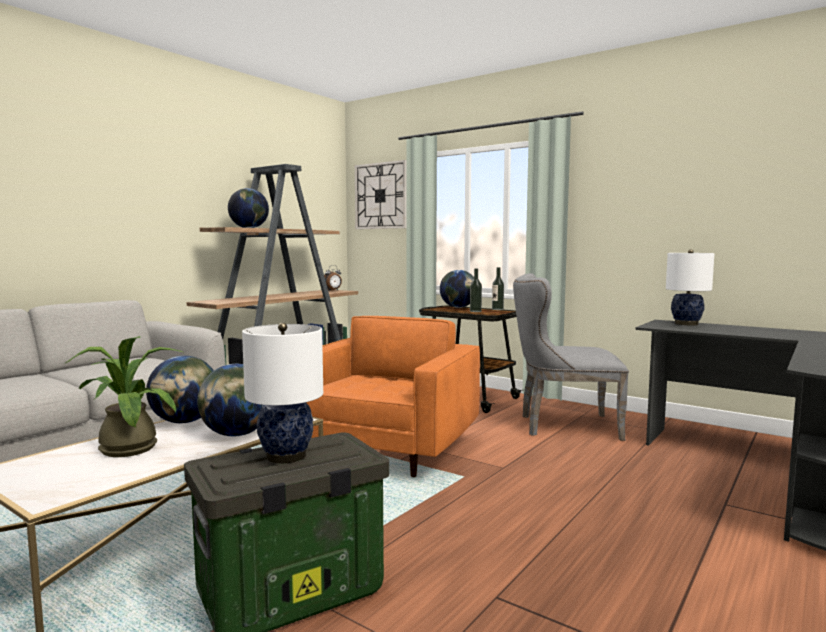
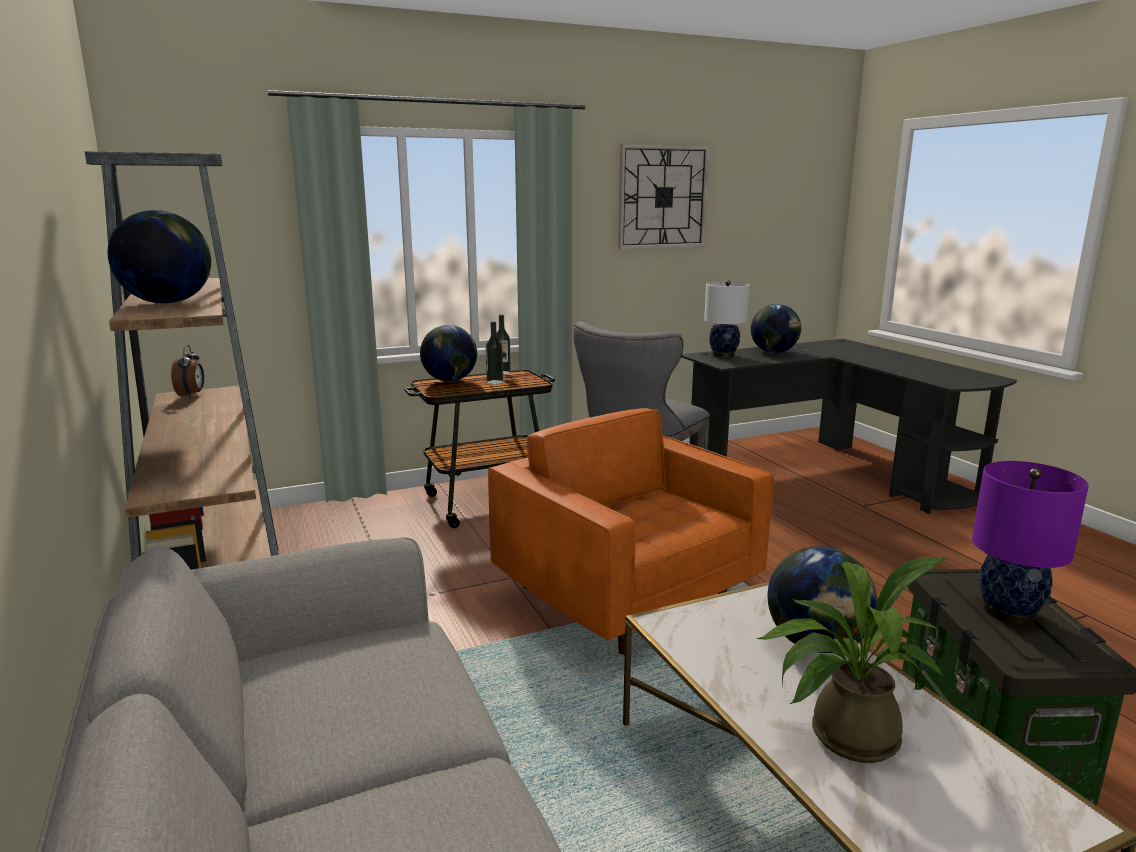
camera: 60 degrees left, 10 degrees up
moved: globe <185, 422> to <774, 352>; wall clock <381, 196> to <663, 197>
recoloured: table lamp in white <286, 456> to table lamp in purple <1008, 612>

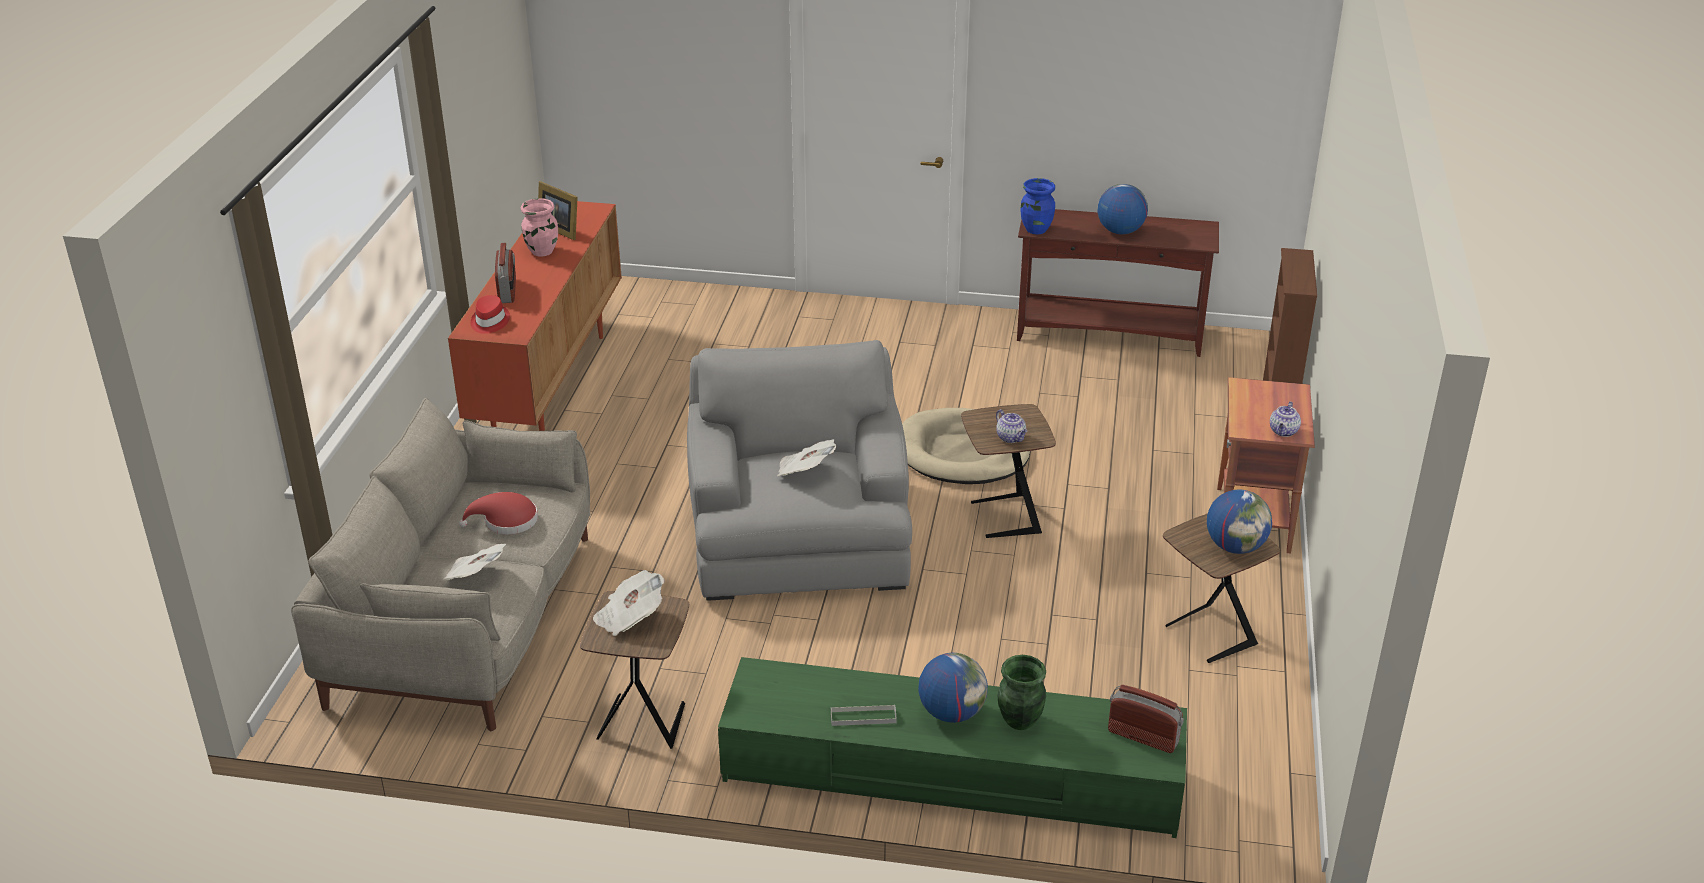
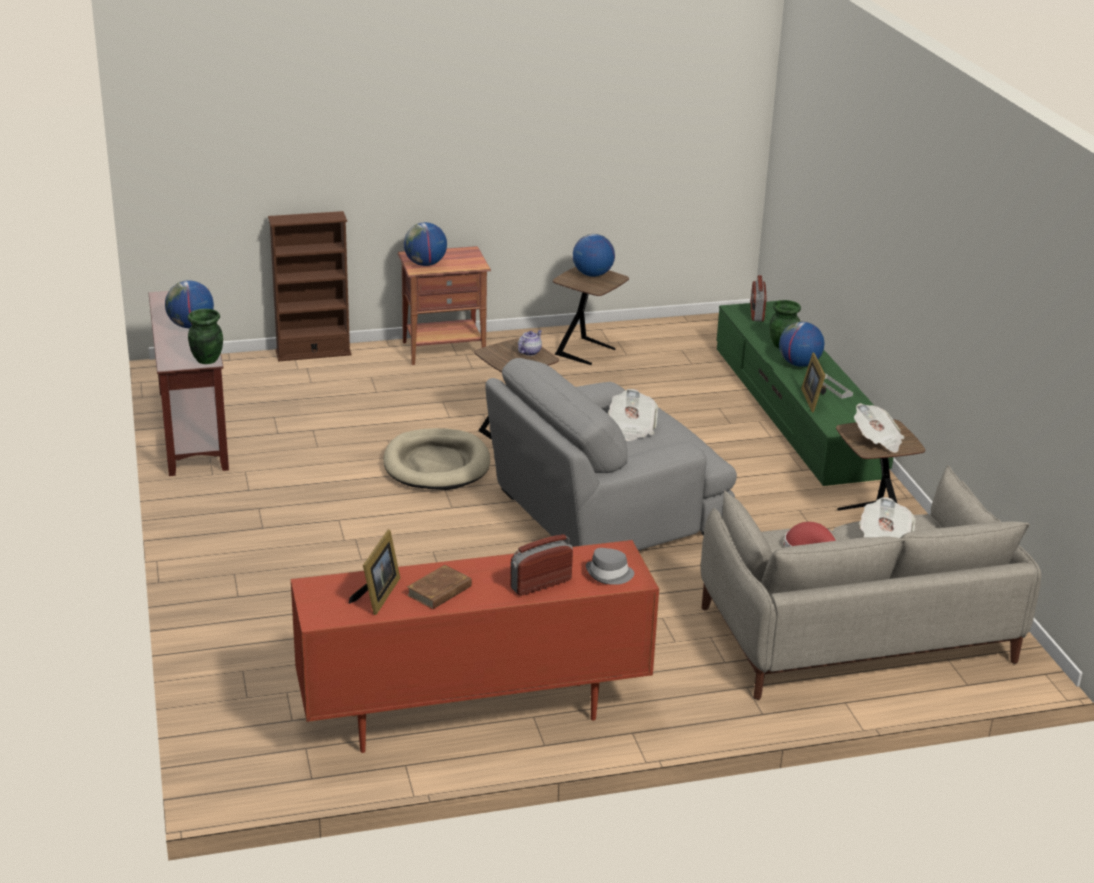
camera: 115 degrees left, 5 degrees down
removed: teapot <1283, 432>
added: globe <425, 264>; picture frame <813, 399>
replaced: vase in pink <541, 251> to book in brown <440, 591>
recoloured: hat in red <489, 322> to hat in grey <609, 574>; vase in blue <1036, 229> to vase in green <206, 360>

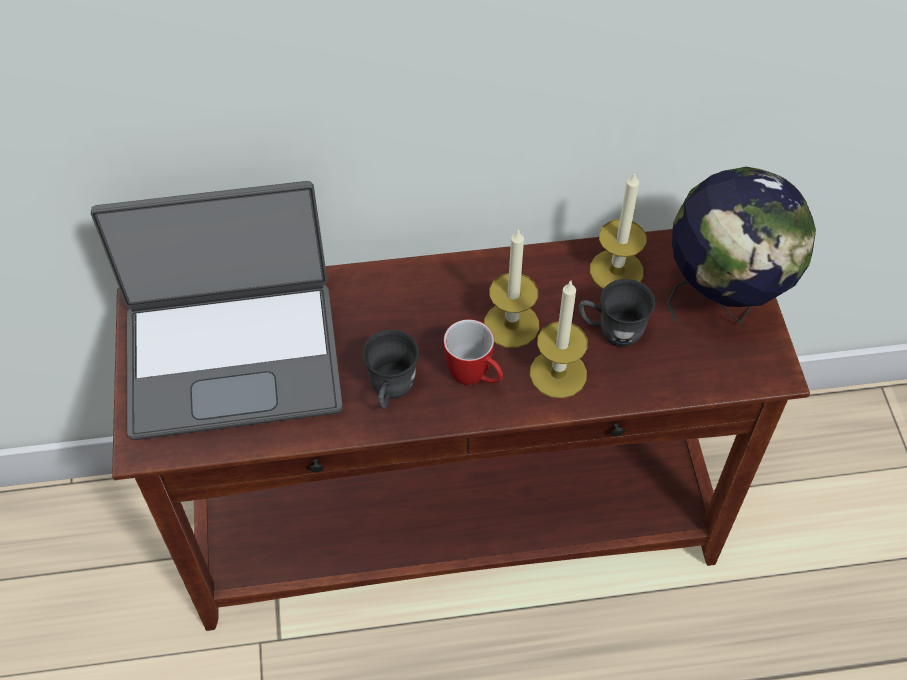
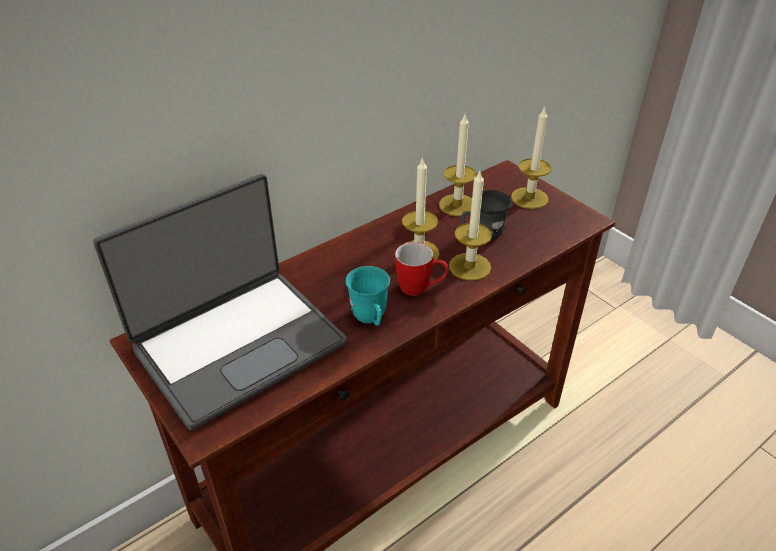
camera: 30 degrees left, 15 degrees down
replaced: globe <722, 301> to candle <529, 198>
recoloured: mug in grey <390, 392> to mug in turquoise <371, 319>

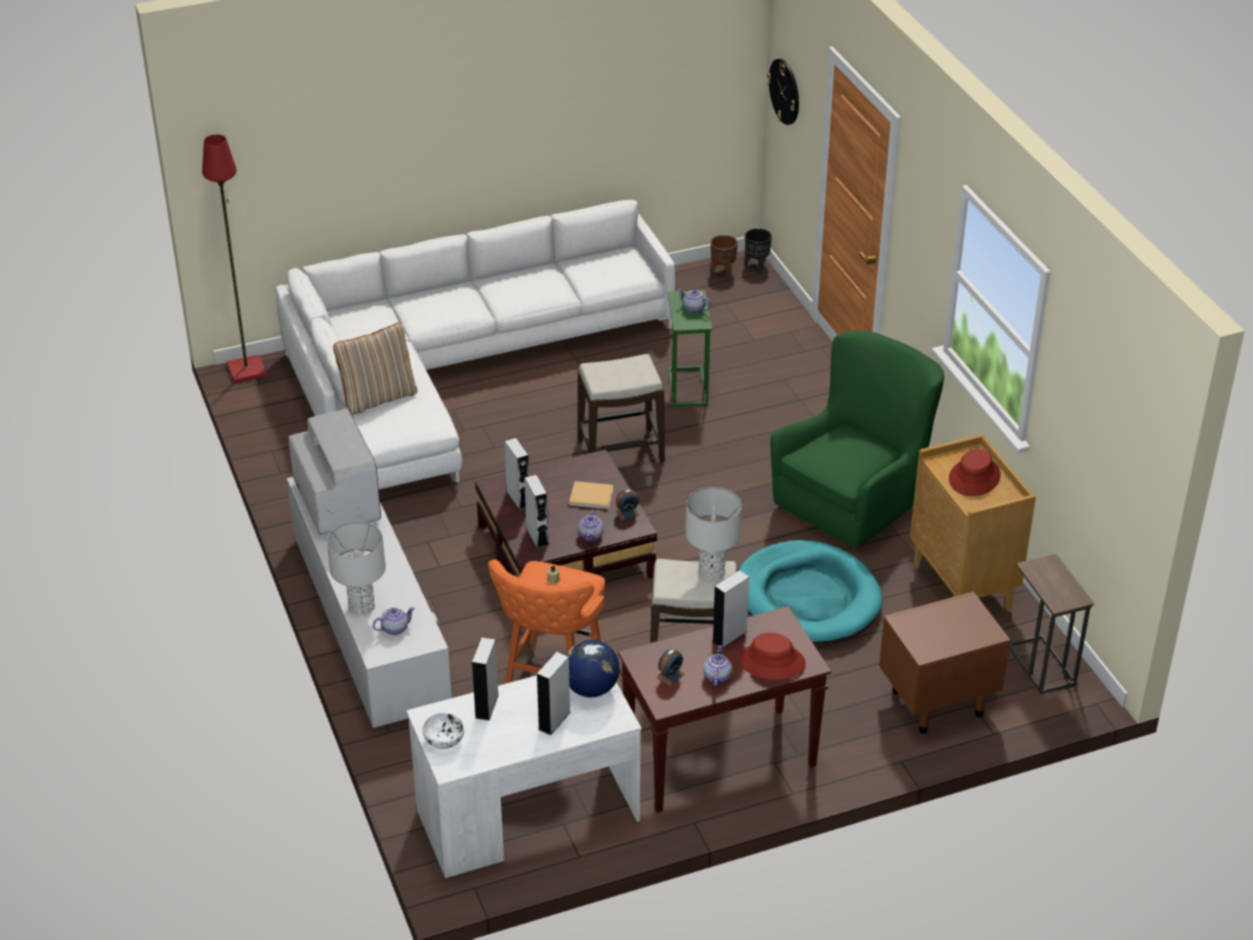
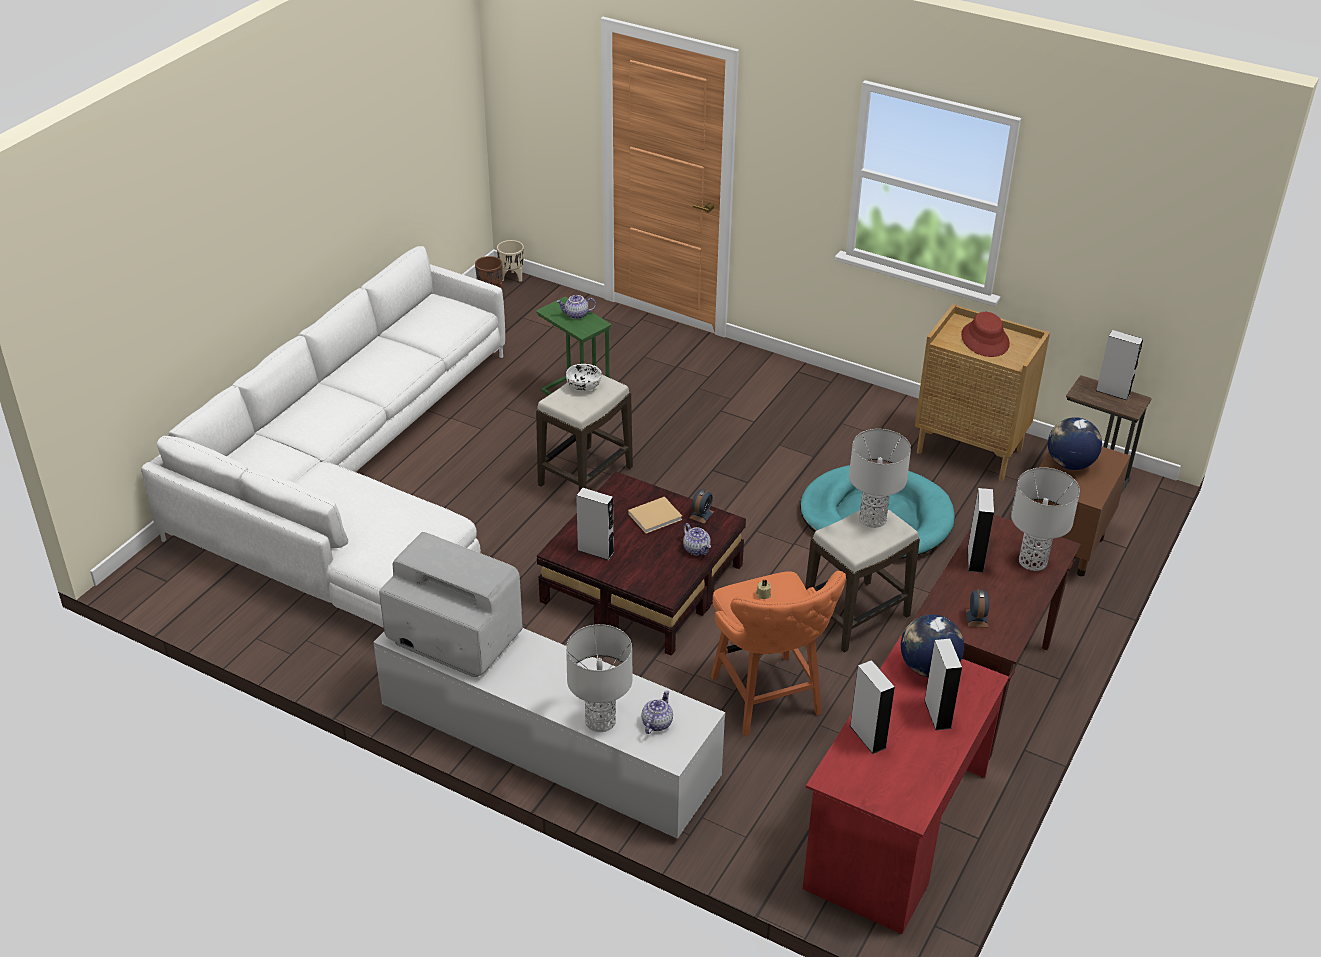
camera: 40 degrees left, 0 degrees up
removed: floor lamp in red <247, 370>; pillow in beige <378, 397>; teapot <716, 676>; wall clock <785, 91>; armchair in green <854, 500>
added: globe <1069, 464>
moved: bowl in white <444, 739> to <584, 385>; speaker in grey <537, 537> to <1113, 392>
replaced: hat in red <772, 662> to table lamp in white <1032, 562>
recoloured: desk in white <527, 815> to desk in red <896, 831>; planter in black <757, 265> to planter in beige <512, 277>

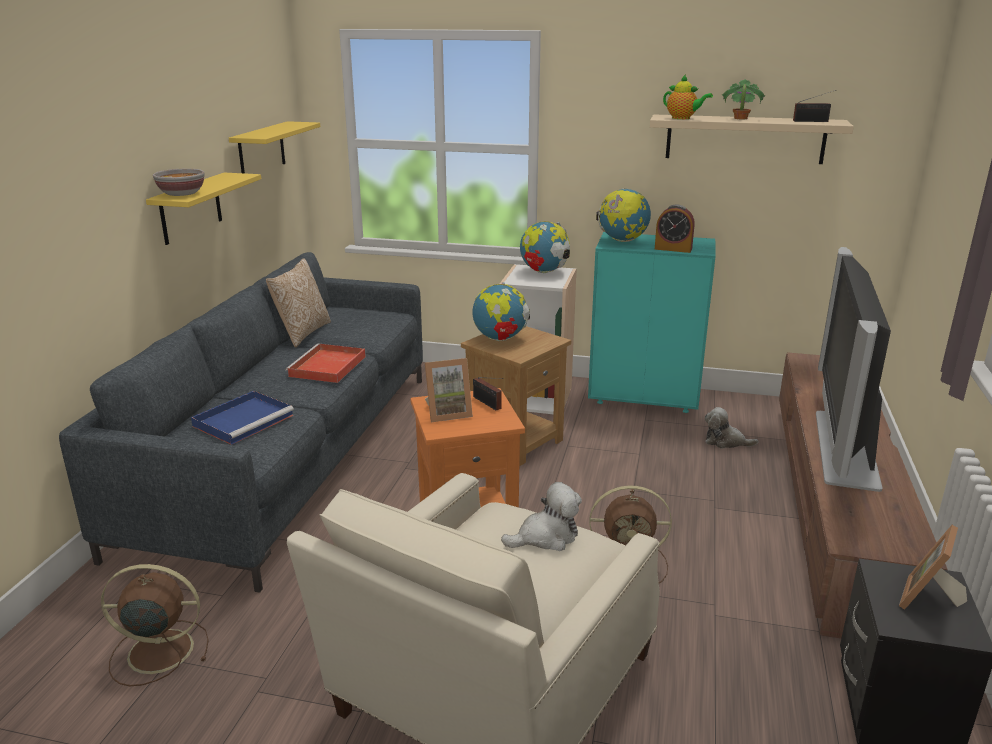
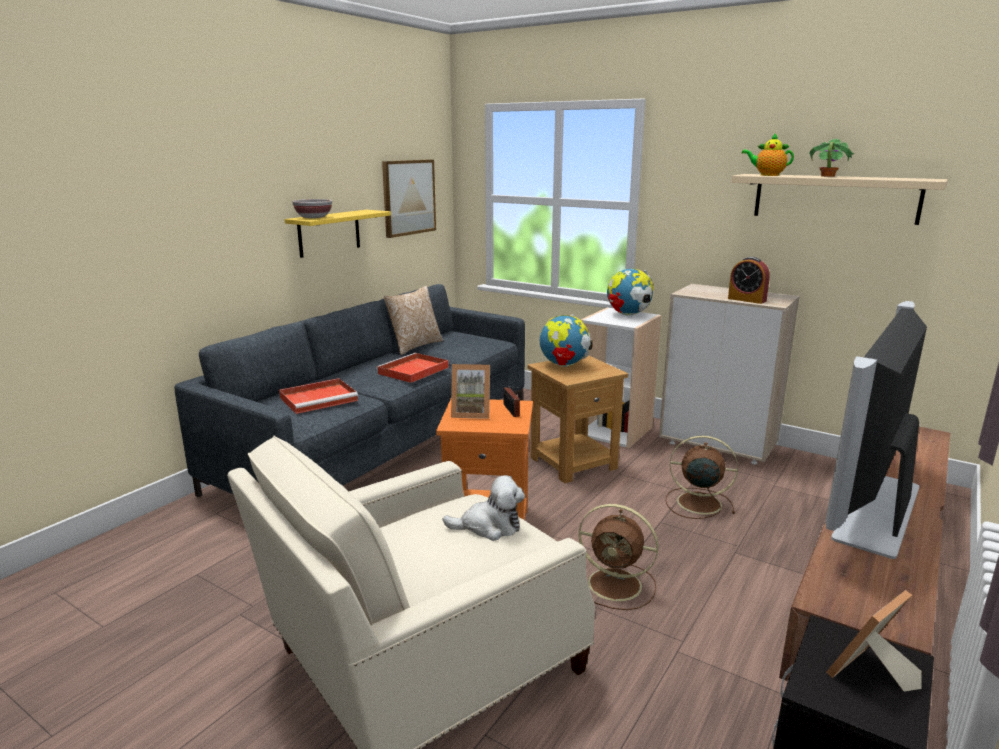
camera: 20 degrees right, 5 degrees down
removed: globe <622, 241>; plush toy <725, 442>; radio <812, 121>
moved: fan in brown <157, 651> to <697, 503>
replaced: shelf in yellow <261, 150> to picture <408, 197>
recoloured: tray in blue <244, 420> to tray in red <320, 398>; cabinet in turquoise <645, 398> to cabinet in beige <719, 446>
turned: teapot <683, 118> = <767, 175> 150 degrees clockwise

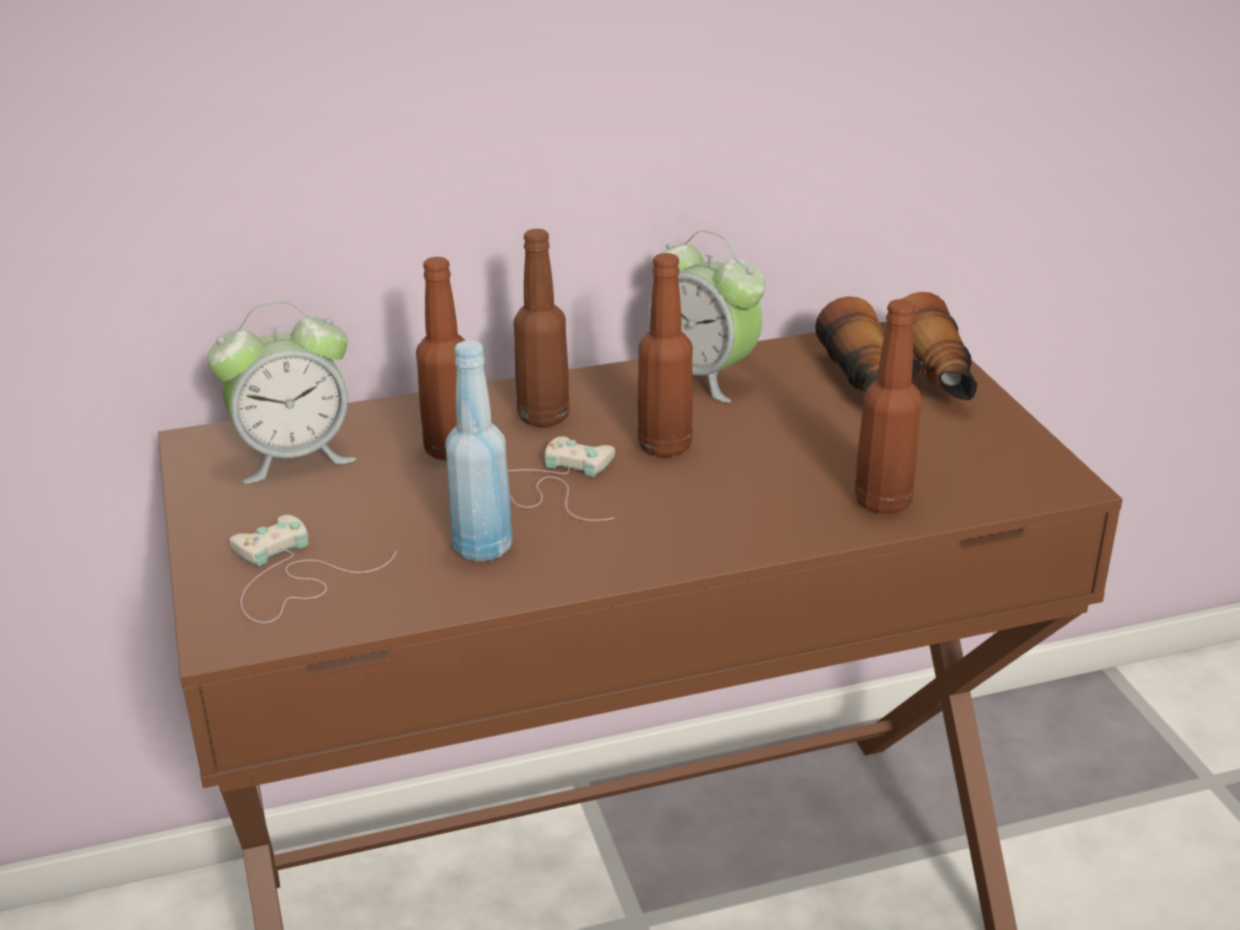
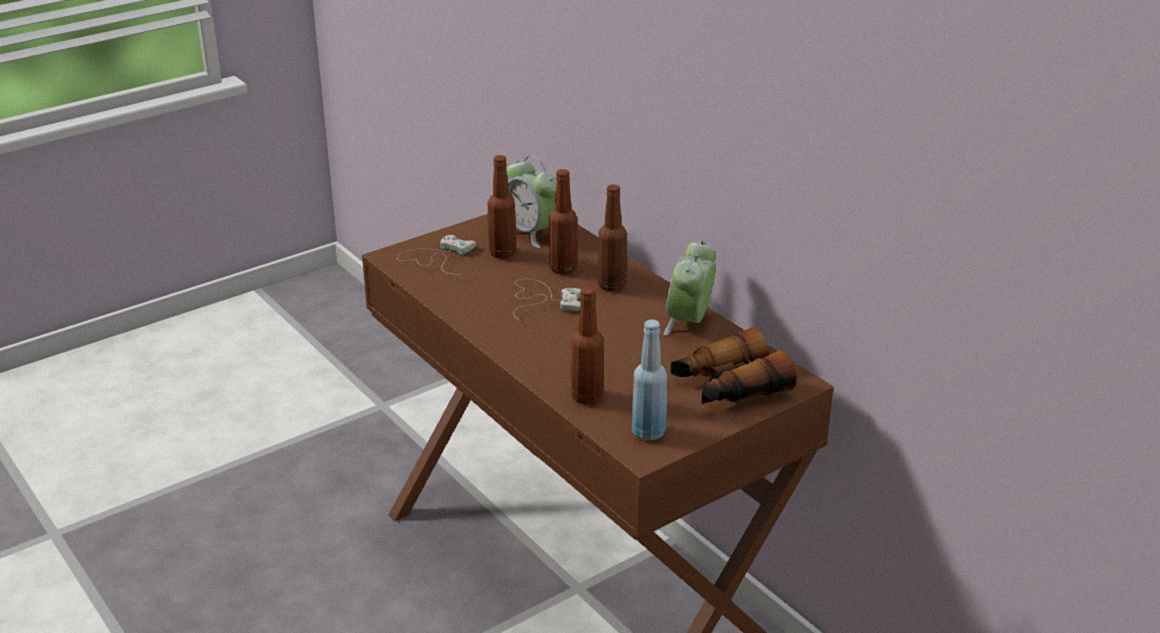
camera: 70 degrees right, 0 degrees up
moved: bottle in blue <483, 547> to <648, 432>; bottle in brown <665, 446> to <502, 253>

